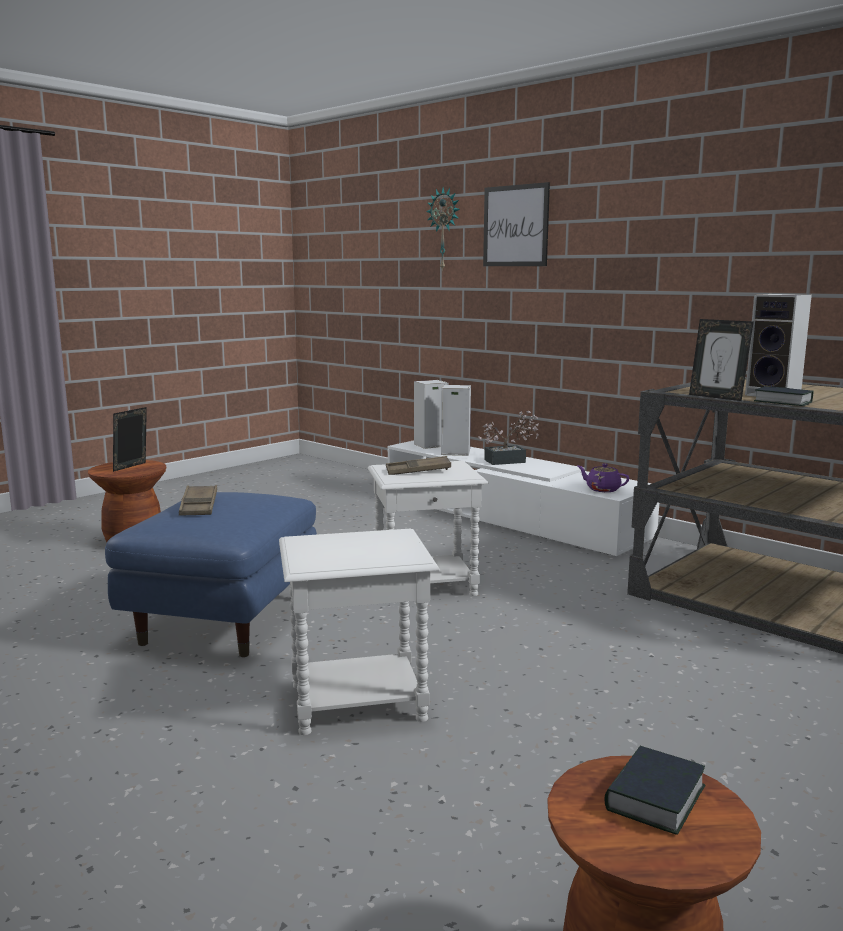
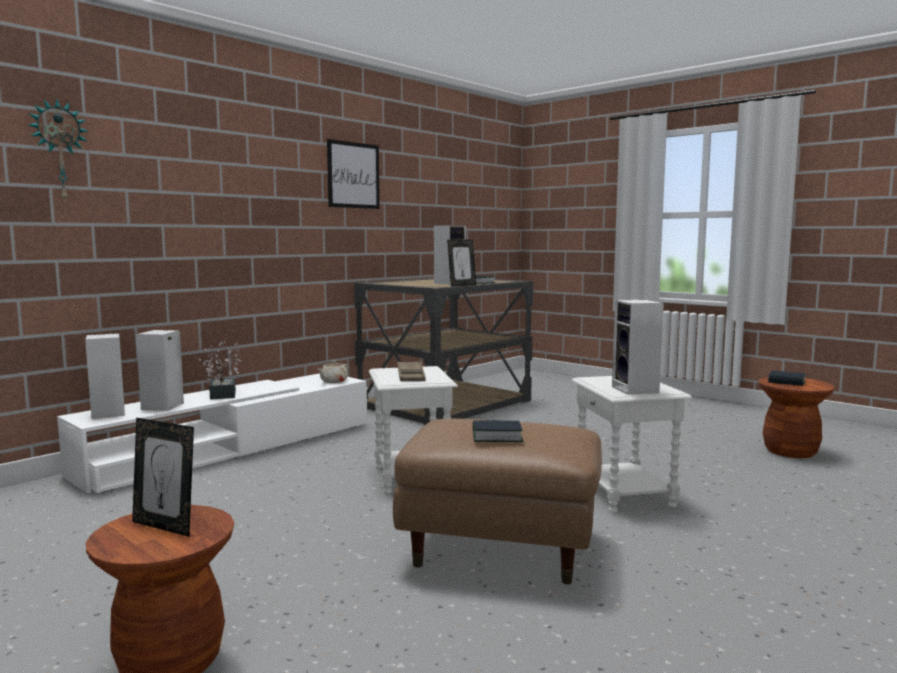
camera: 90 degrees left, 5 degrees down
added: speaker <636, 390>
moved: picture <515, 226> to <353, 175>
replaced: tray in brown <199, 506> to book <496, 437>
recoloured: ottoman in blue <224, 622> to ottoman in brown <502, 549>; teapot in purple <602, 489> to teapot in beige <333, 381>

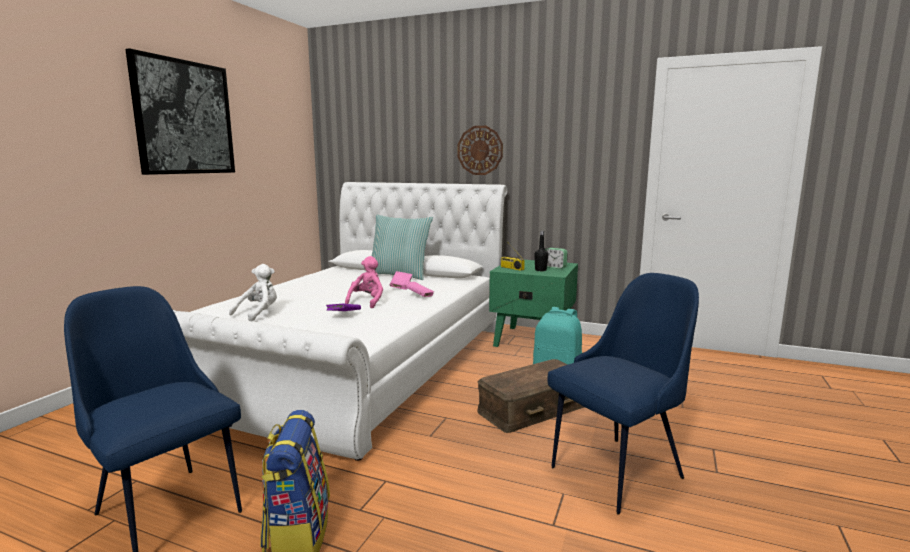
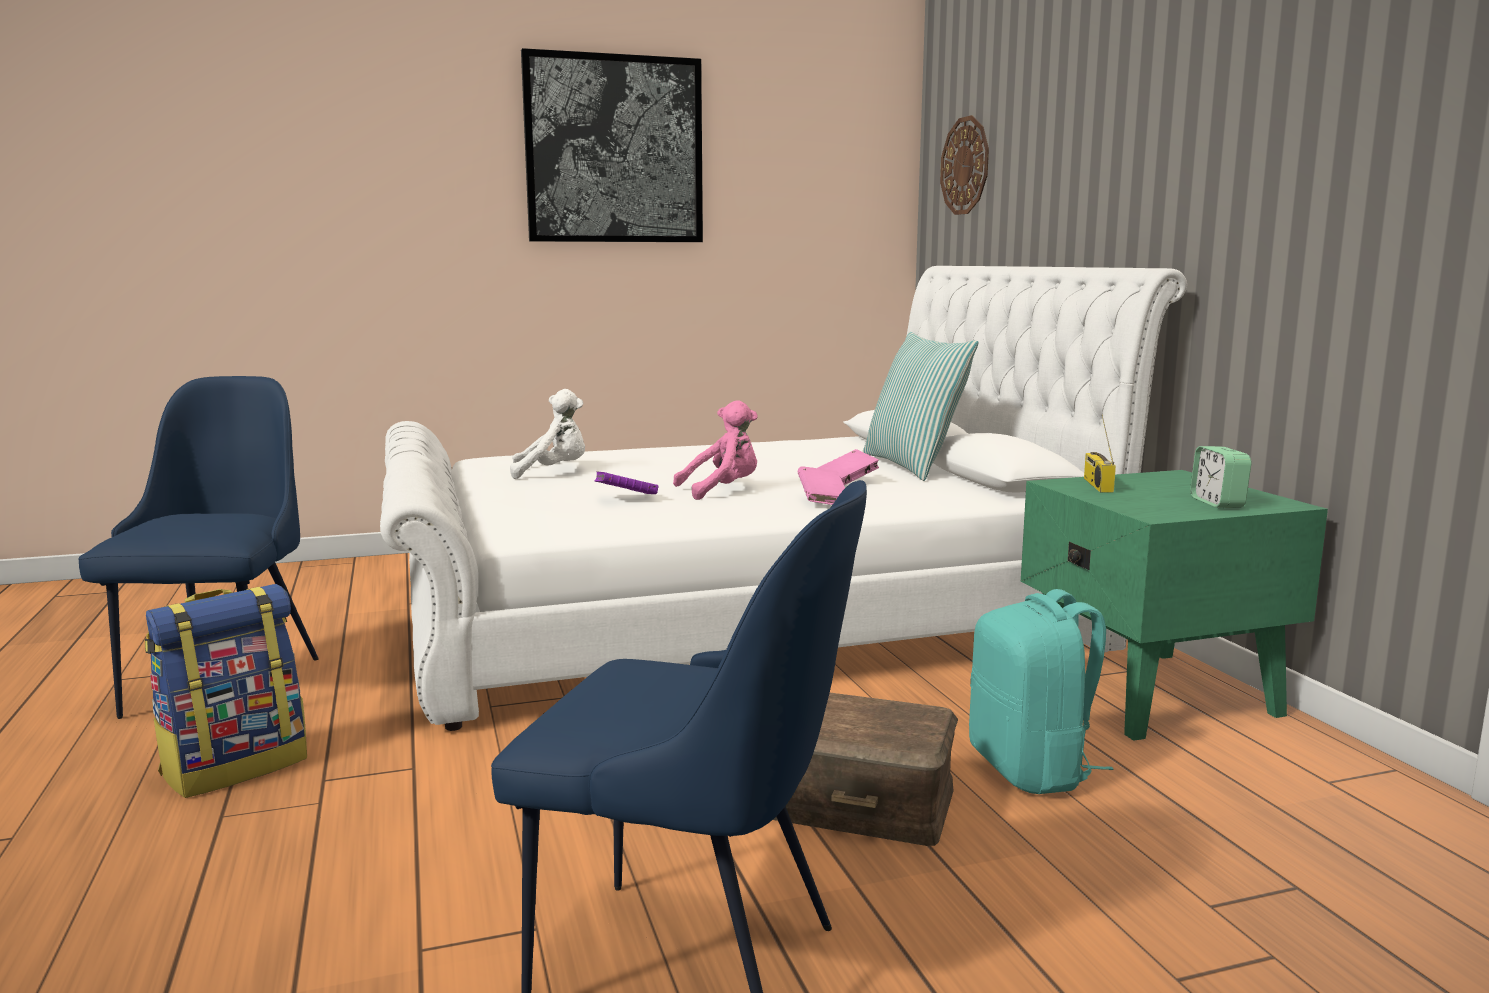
camera: 50 degrees right, 0 degrees up
removed: bottle in black <540, 270>
moved: wall clock <480, 150> to <965, 166>

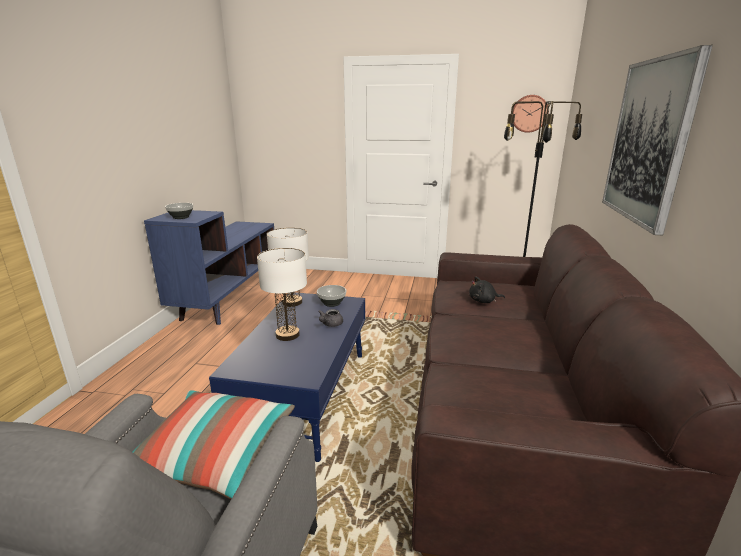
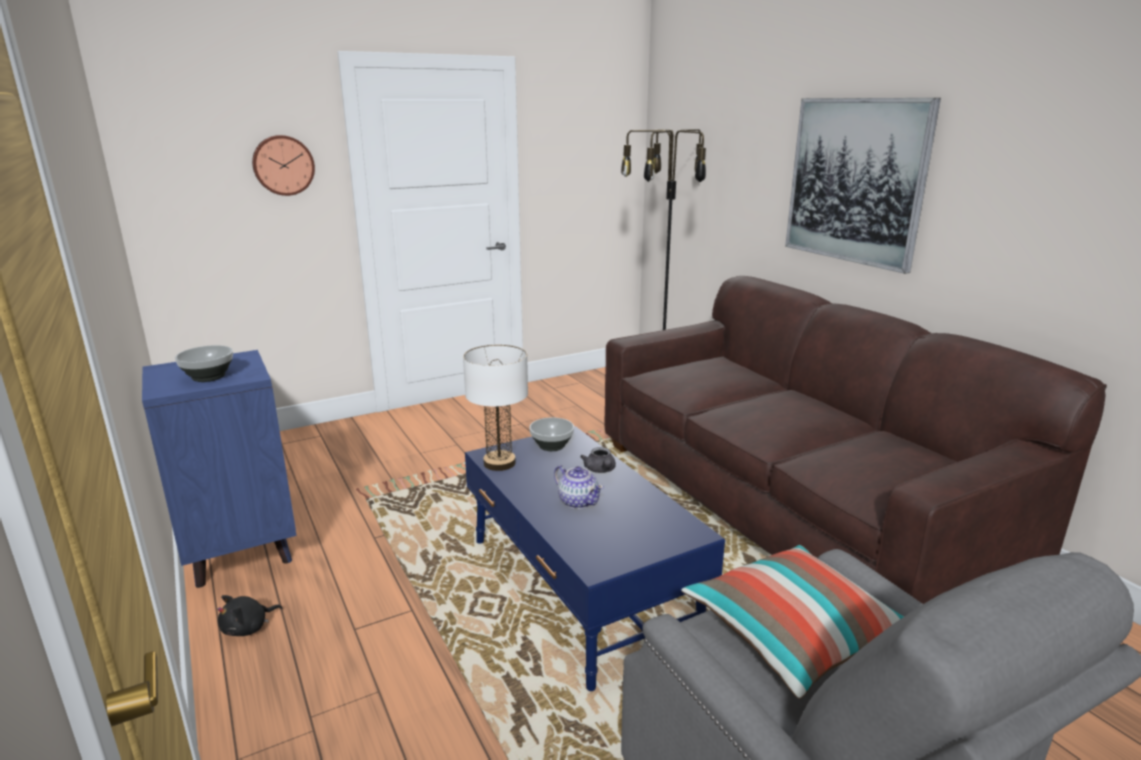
camera: 40 degrees left, 0 degrees up
moved: plush toy in black <483, 301> to <248, 628>; wall clock <529, 113> to <283, 165>
replaced: table lamp <288, 335> to teapot <578, 501>

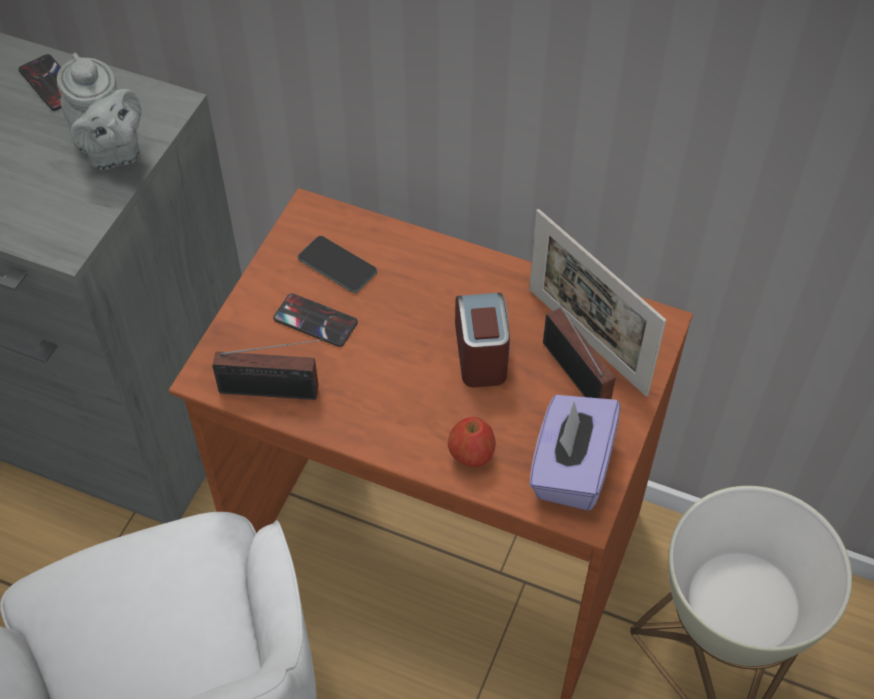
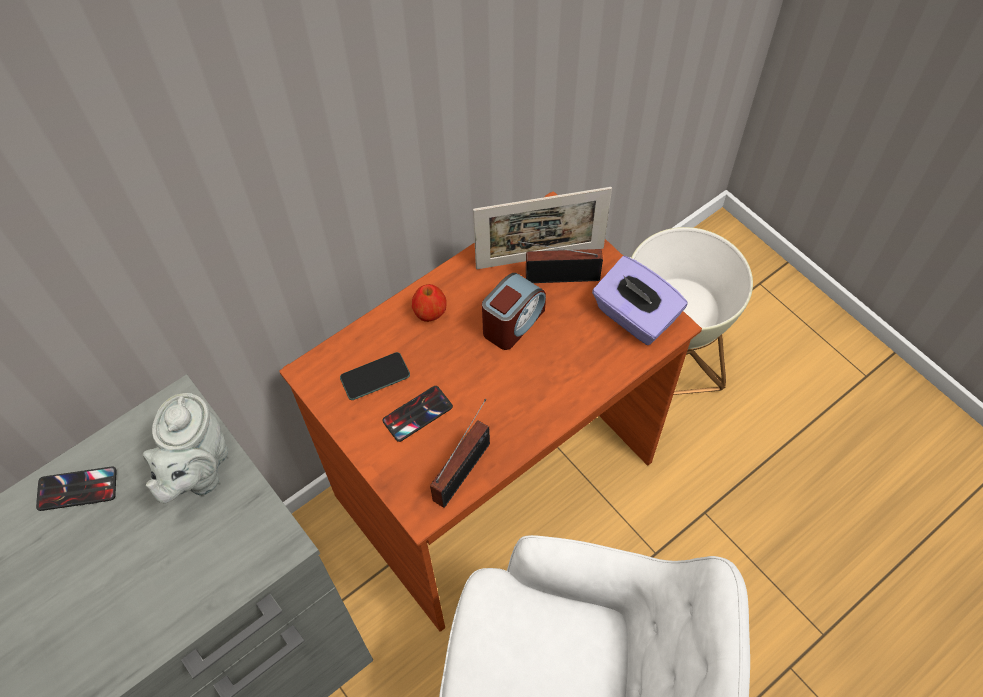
camera: 60 degrees left, 5 degrees up
moved: apple <471, 455> to <430, 314>
turned: teapot in grey <111, 151> = <198, 470> 105 degrees clockwise; alarm clock <481, 353> = <513, 323> 105 degrees clockwise

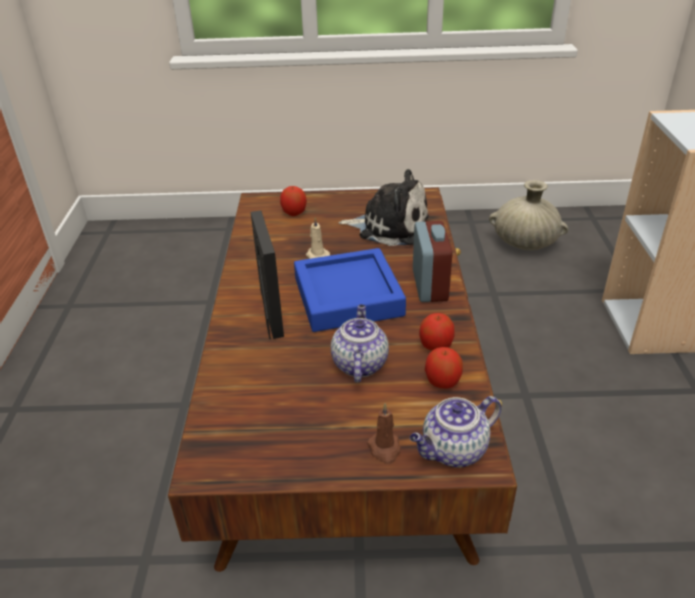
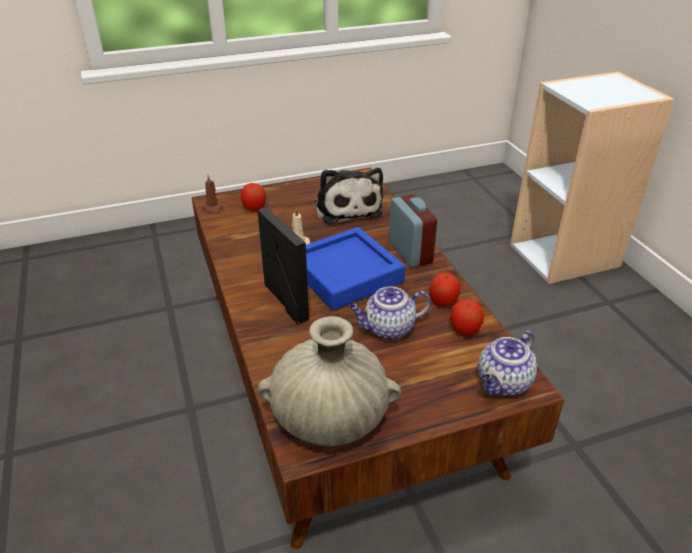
camera: 20 degrees left, 0 degrees up
moved: candle in brown <385, 449> to <213, 209>; vase in beige <525, 243> to <330, 417>
turned: teapot <359, 363> = <388, 329> 90 degrees counterclockwise; plush toy <389, 226> = <347, 207> 75 degrees clockwise

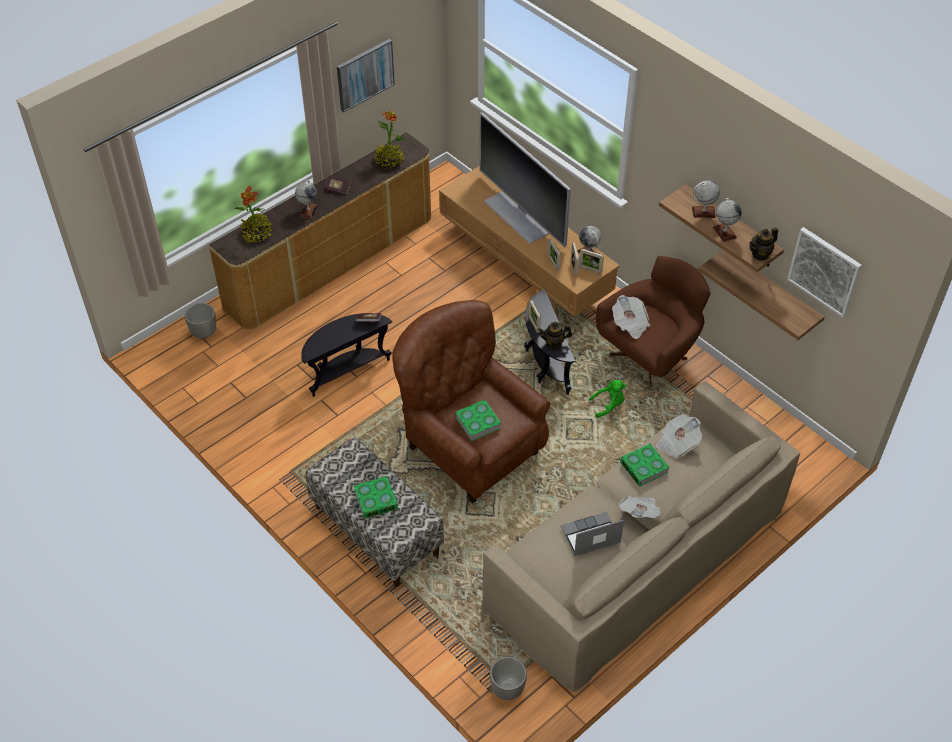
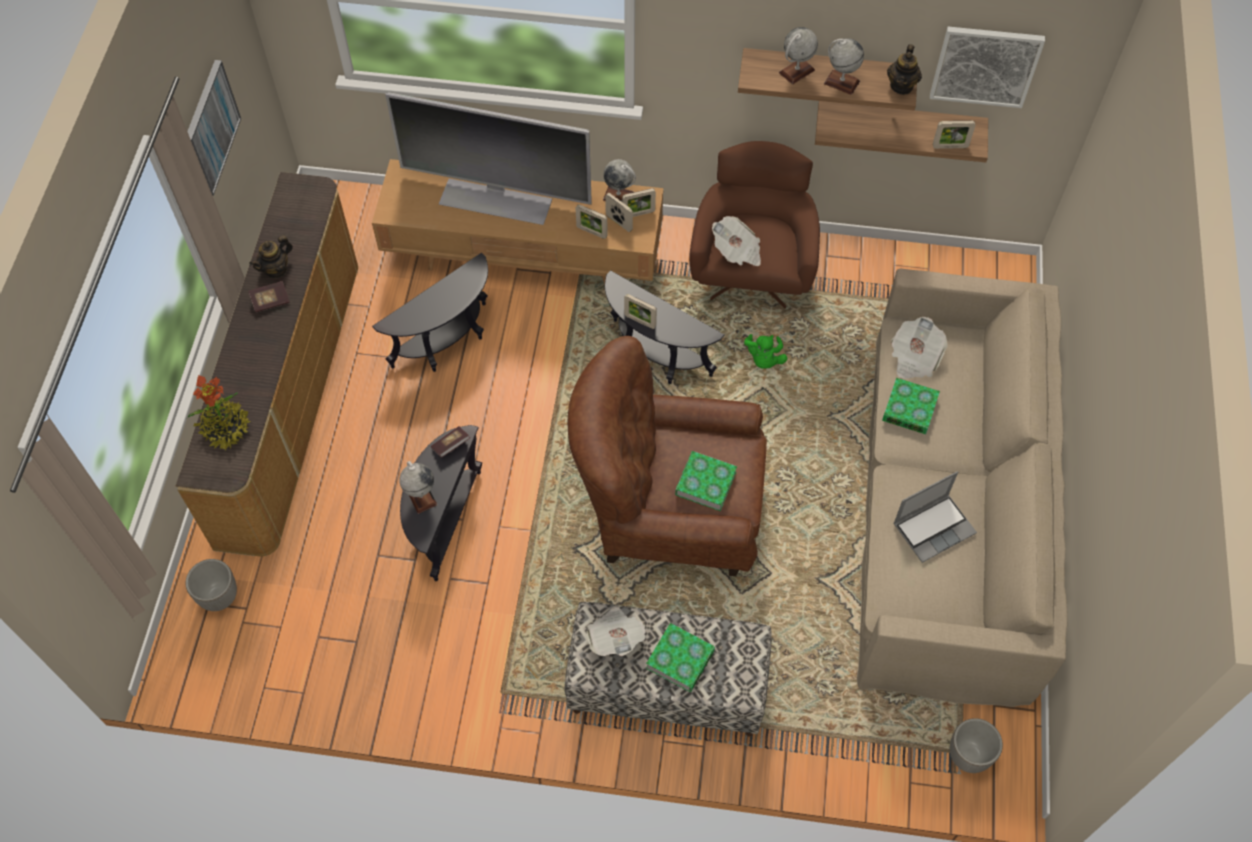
camera: 40 degrees left, 10 degrees up
removed: potted plant <389, 161>
added: side table in black <447, 343>; picture frame <950, 146>
moved: globe <308, 211> to <421, 497>; teapot <554, 343> to <276, 269>; newspaper <640, 513> to <615, 638>
turned: laptop <590, 536> = <934, 527> 150 degrees counterclockwise; plush toy in green <608, 405> = <764, 359> 150 degrees clockwise

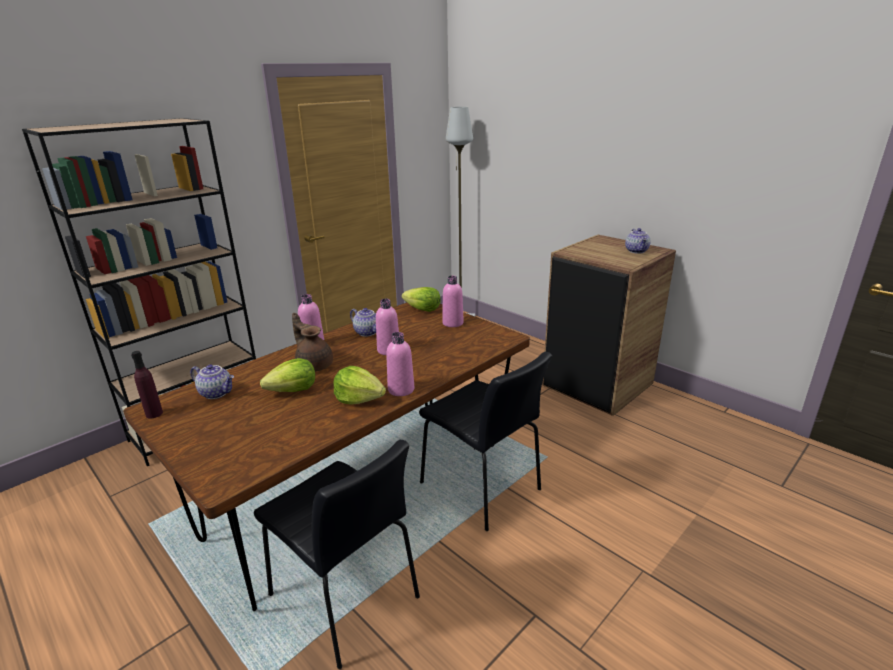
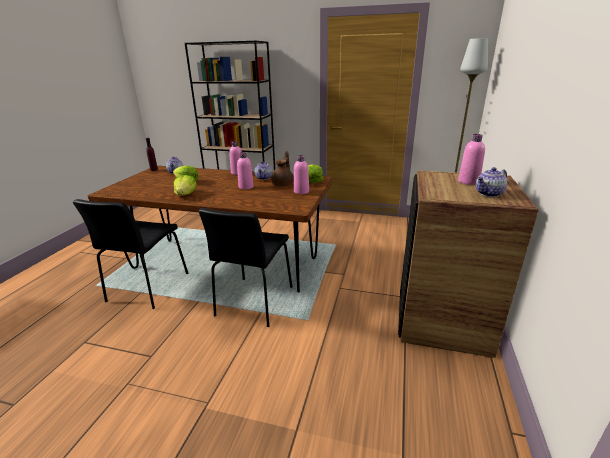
camera: 60 degrees right, 0 degrees up
moved: teapot in brown <314, 365> to <283, 184>; bottle in pink <401, 389> to <468, 182>

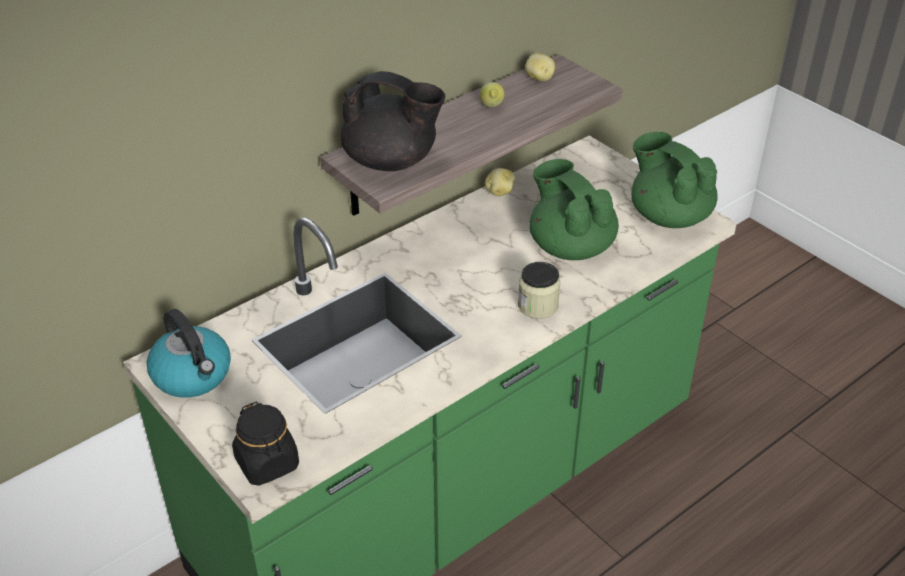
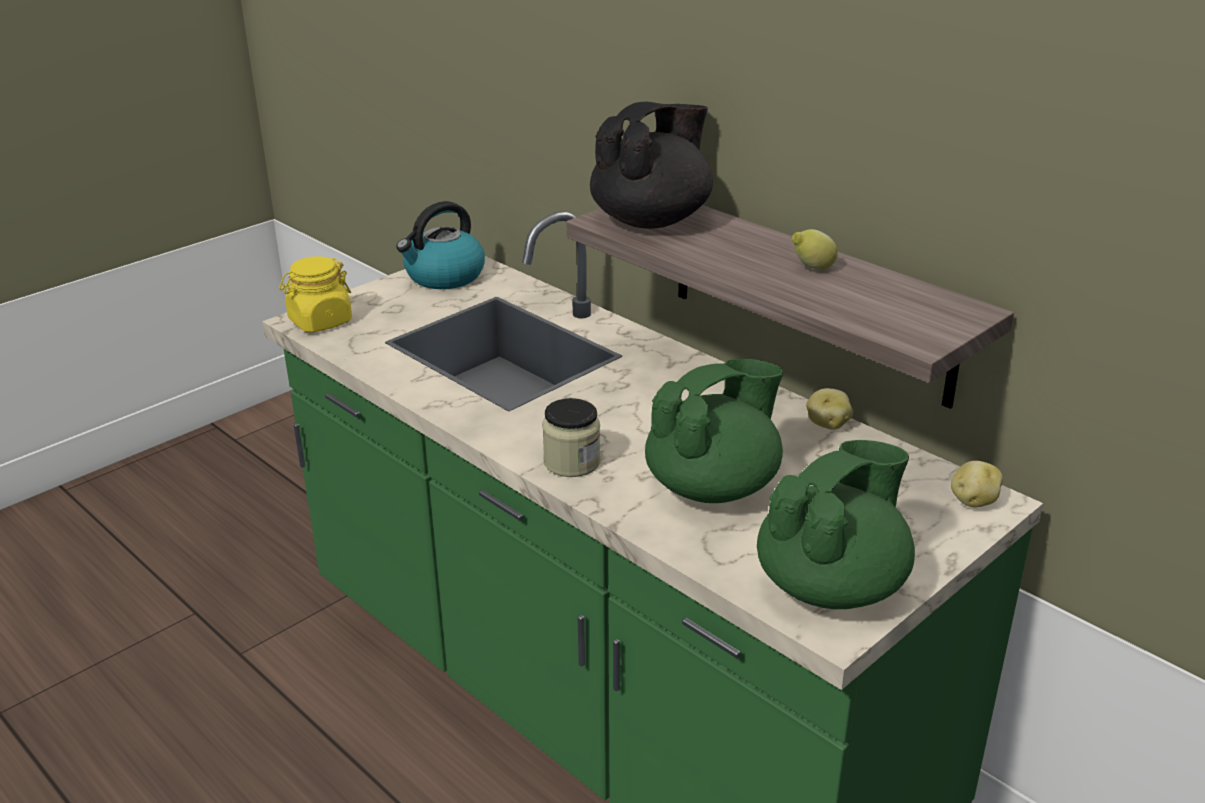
camera: 85 degrees right, 10 degrees down
moved: potato <539, 79> to <973, 501>
recoloured: jar in black <267, 463> to jar in yellow <320, 322>
turned: teapot in black <391, 161> = <652, 220> 150 degrees counterclockwise

